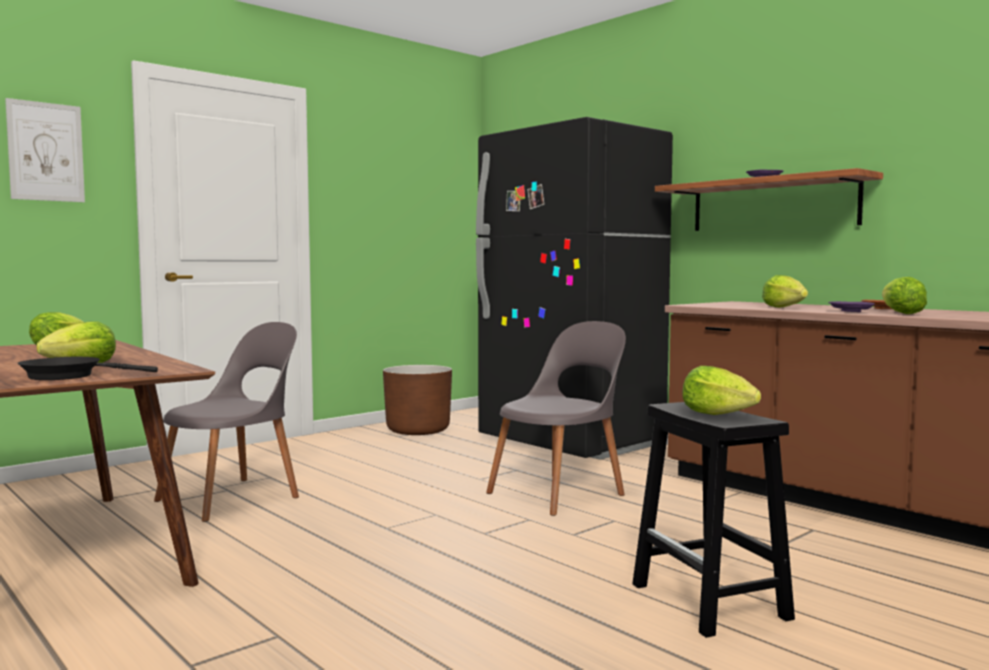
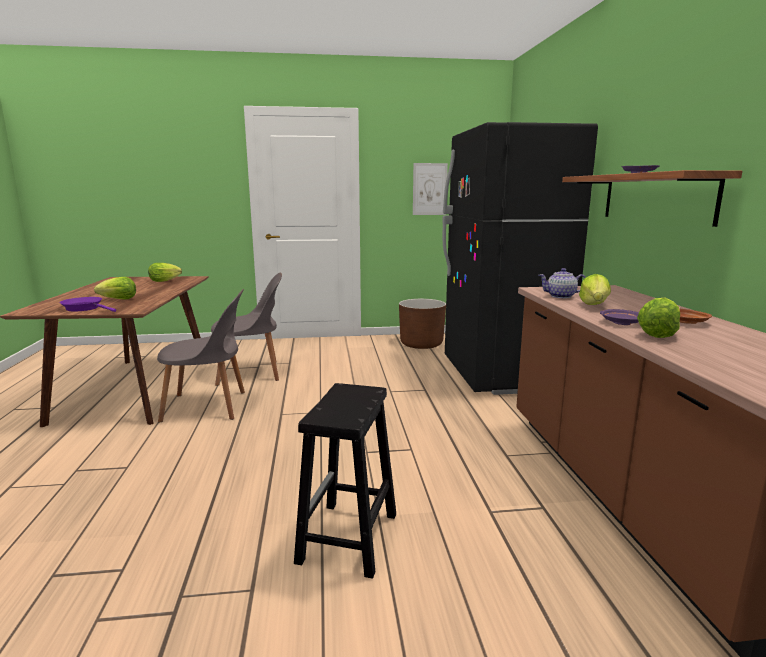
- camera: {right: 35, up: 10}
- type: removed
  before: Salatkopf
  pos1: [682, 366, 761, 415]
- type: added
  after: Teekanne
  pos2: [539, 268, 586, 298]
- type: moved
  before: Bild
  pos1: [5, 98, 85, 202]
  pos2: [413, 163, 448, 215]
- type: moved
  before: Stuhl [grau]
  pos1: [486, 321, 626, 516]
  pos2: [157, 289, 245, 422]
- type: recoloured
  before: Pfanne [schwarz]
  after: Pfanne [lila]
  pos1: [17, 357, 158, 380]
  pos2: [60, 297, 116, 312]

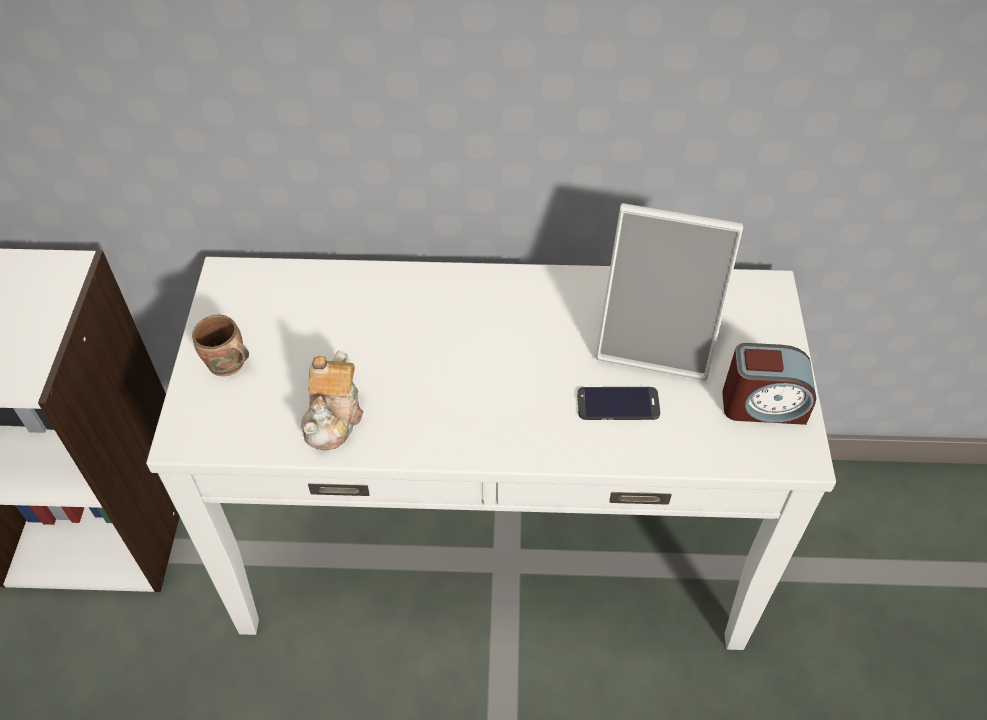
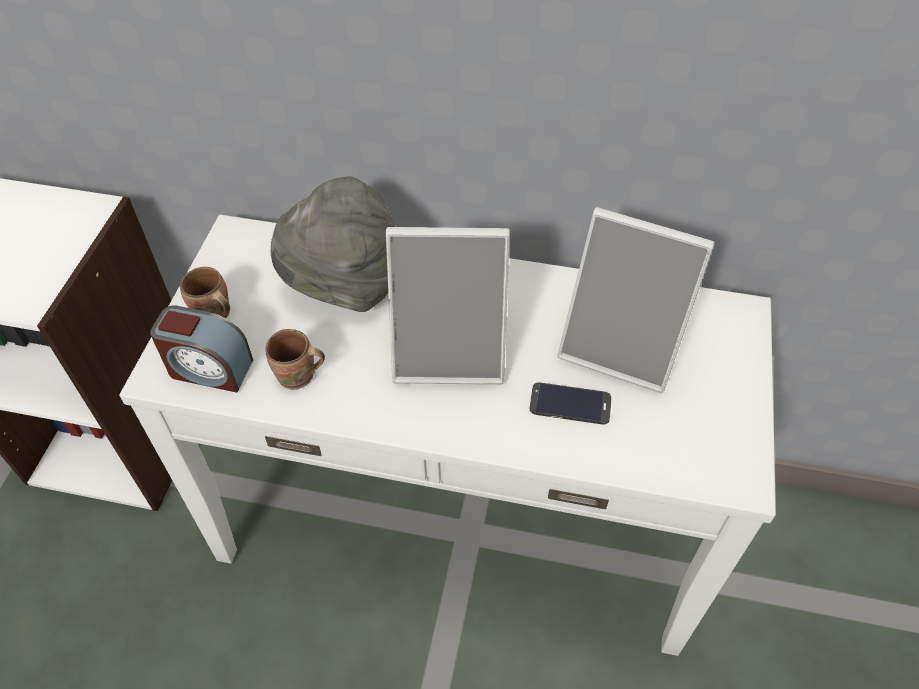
- camera: {right: 10, up: 0}
- type: added
  after: Hut [grau]
  pos2: [271, 176, 395, 312]
- type: added
  after: Bilderrahmen
  pos2: [386, 227, 510, 385]
- type: moved
  before: Wecker
  pos1: [722, 343, 816, 425]
  pos2: [150, 305, 253, 393]
- type: replaced
  before: Teekanne
  after: Henkelbecher [braun]
  pos1: [301, 351, 363, 451]
  pos2: [265, 329, 325, 390]

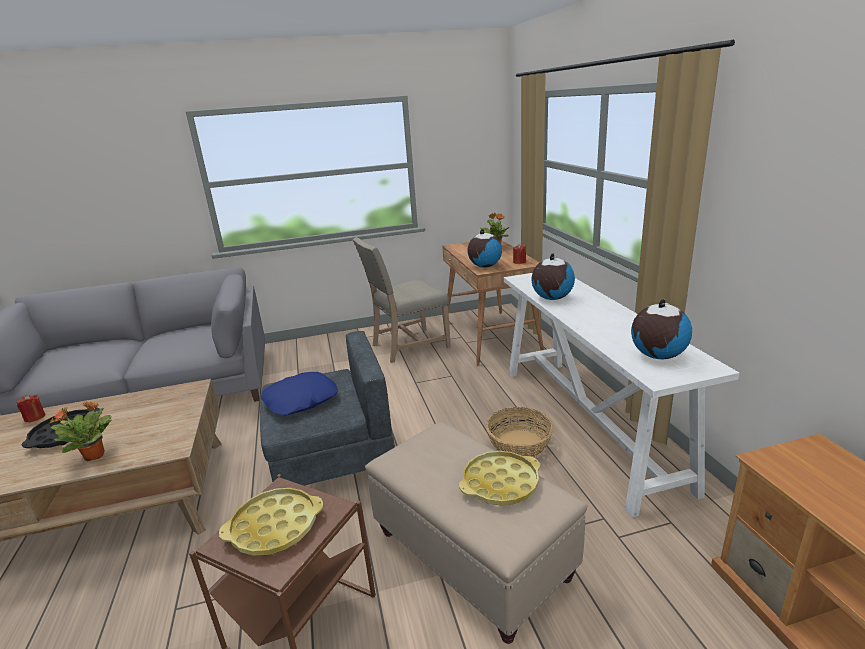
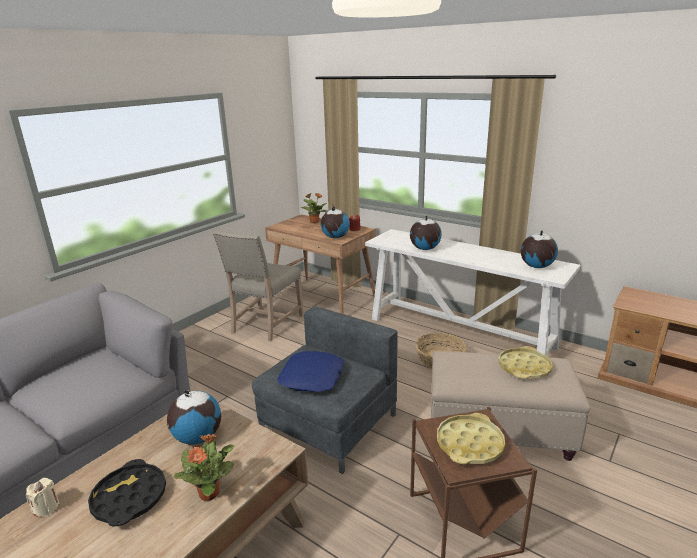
- camera: {right: -40, up: 0}
- type: added
  after: Globus
  pos2: [167, 389, 221, 445]
- type: recoloured
  before: Kerze [rot]
  after: Kerze [beige]
  pos1: [17, 394, 45, 423]
  pos2: [26, 478, 59, 517]

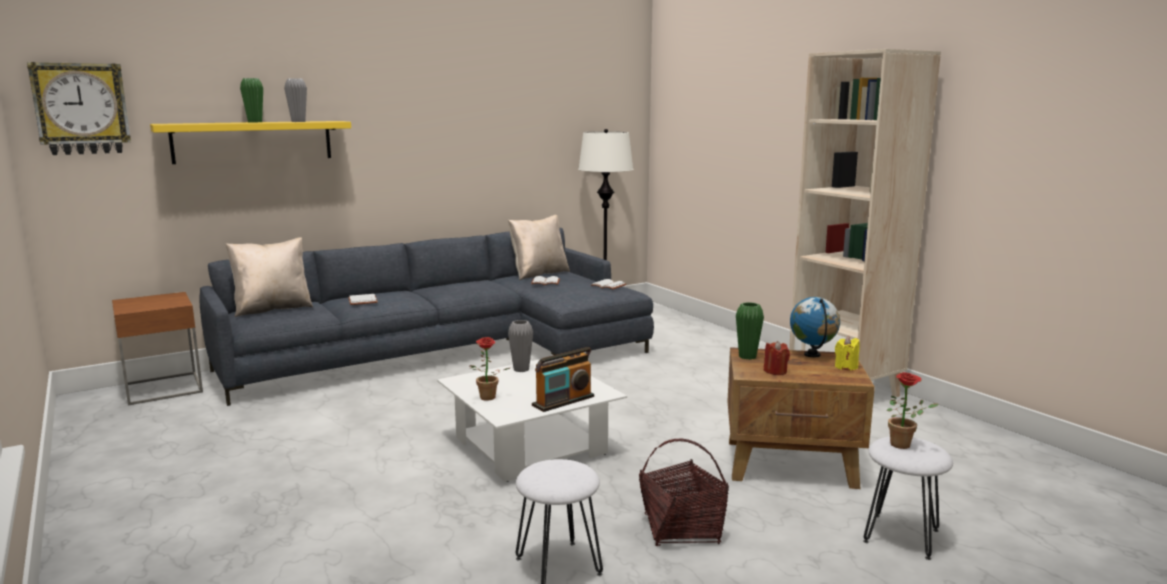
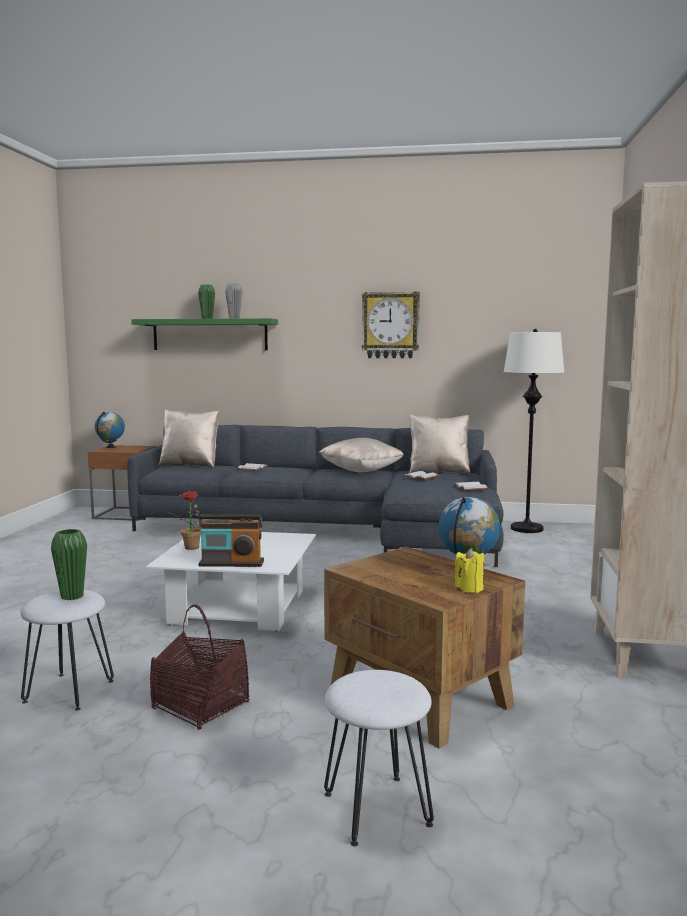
- camera: {right: 40, up: -5}
- type: removed
  before: Vase [grau]
  pos1: [508, 320, 533, 372]
- type: removed
  before: Kerze [rot]
  pos1: [764, 341, 790, 375]
- type: removed
  before: Topfpflanze
  pos1: [887, 372, 939, 449]
- type: added
  after: Globus
  pos2: [95, 411, 125, 448]
- type: added
  after: Kissen [beige]
  pos2: [319, 438, 404, 472]
- type: moved
  before: Wanduhr
  pos1: [27, 62, 131, 155]
  pos2: [362, 292, 420, 358]
- type: moved
  before: Vase [grün]
  pos1: [736, 302, 764, 360]
  pos2: [51, 529, 87, 600]
- type: recoloured
  before: Wandregal [gelb]
  after: Wandregal [grün]
  pos1: [150, 121, 351, 164]
  pos2: [131, 318, 278, 350]

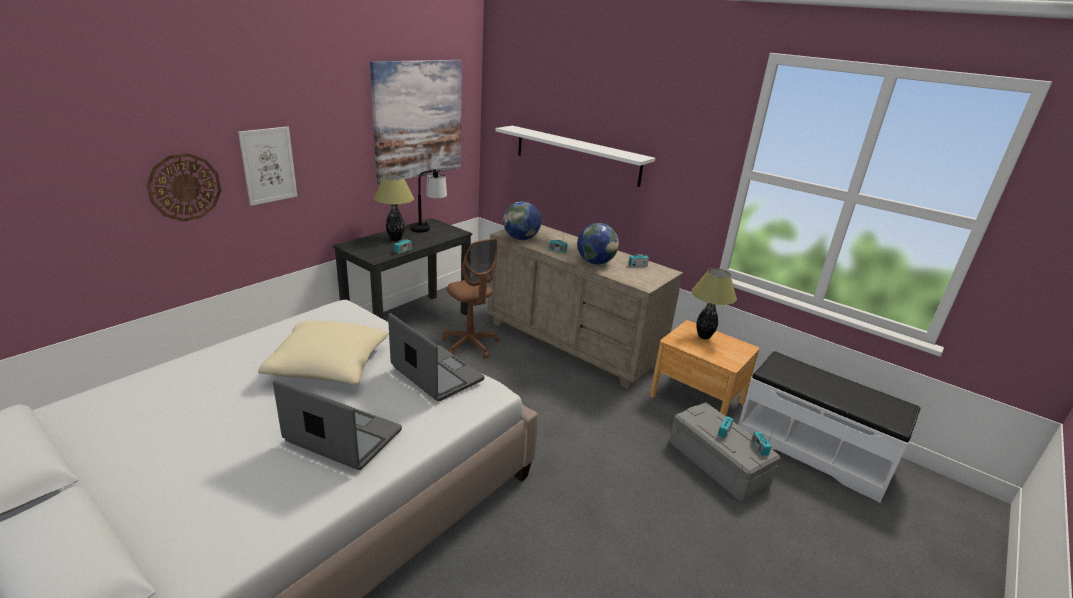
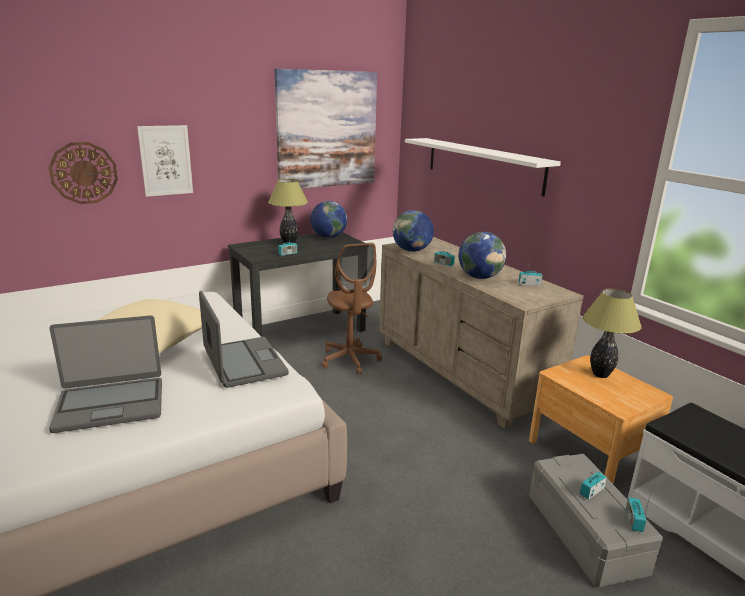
- camera: {right: 20, up: -5}
- type: replaced
  before: Tischlampe
  after: Globus
  pos1: [410, 169, 447, 233]
  pos2: [310, 201, 347, 238]
- type: turned
  before: Laptop
  pos1: [273, 379, 402, 470]
  pos2: [49, 315, 162, 433]
  turn: 120

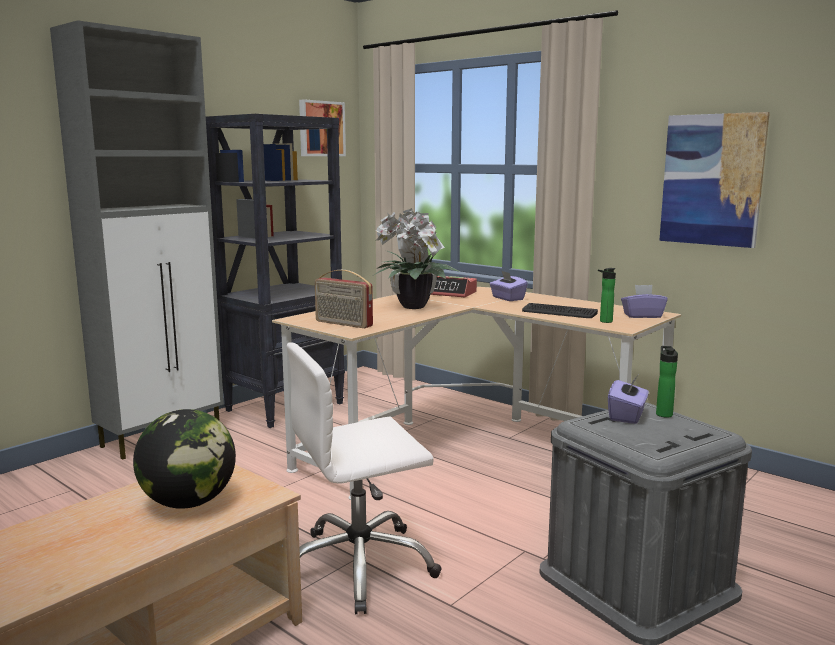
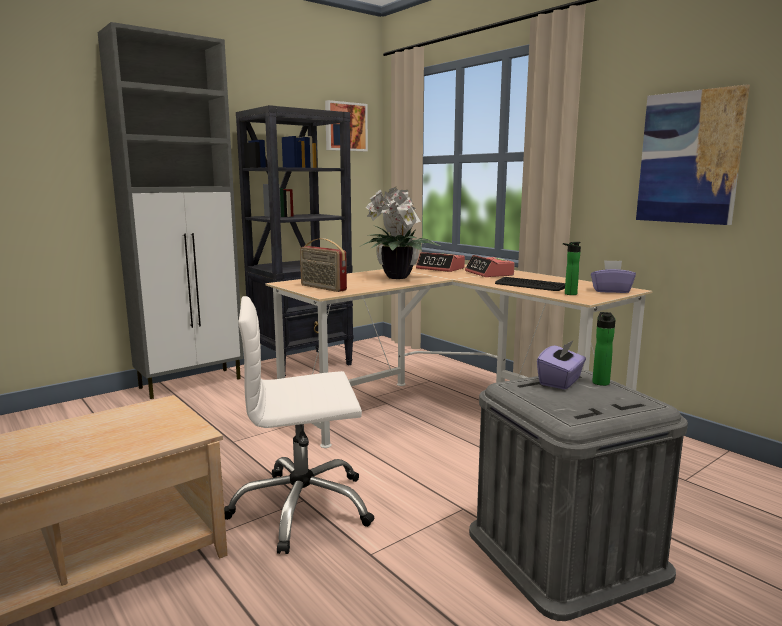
- camera: {right: 10, up: 0}
- type: removed
  before: Globus
  pos1: [133, 409, 236, 509]
- type: replaced
  before: Taschentuchbox [lila]
  after: Wecker
  pos1: [490, 270, 528, 301]
  pos2: [465, 255, 515, 277]

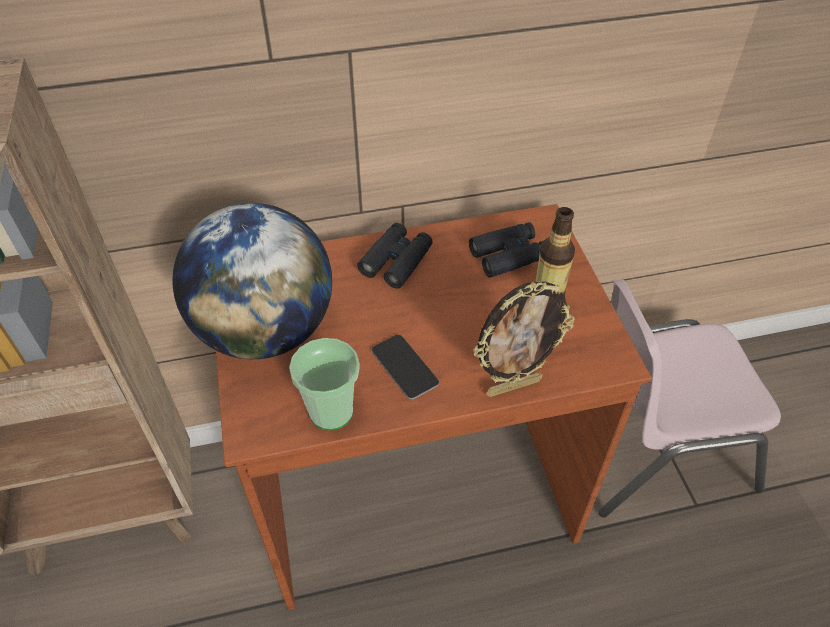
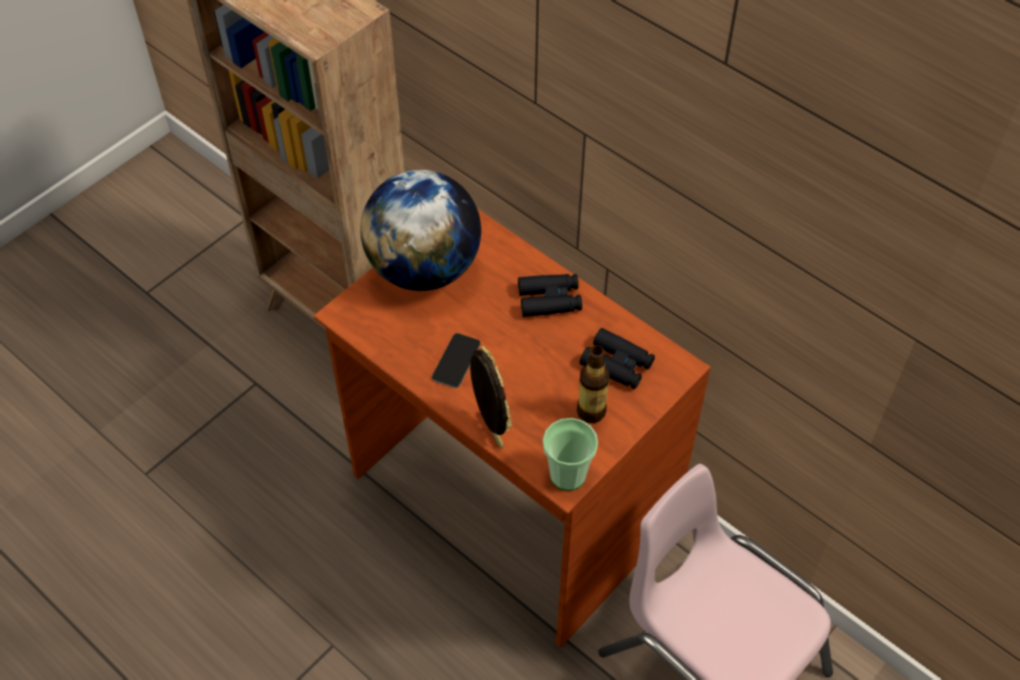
- camera: {right: 55, up: 5}
- type: moved
  before: Tasse
  pos1: [289, 338, 360, 430]
  pos2: [543, 418, 598, 491]
- type: turned
  before: Bilderrahmen
  pos1: [473, 281, 575, 397]
  pos2: [470, 346, 512, 449]
  turn: -150

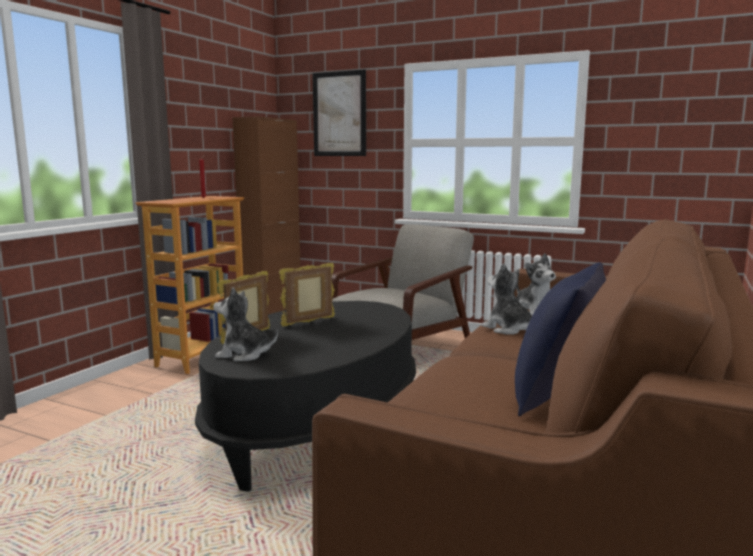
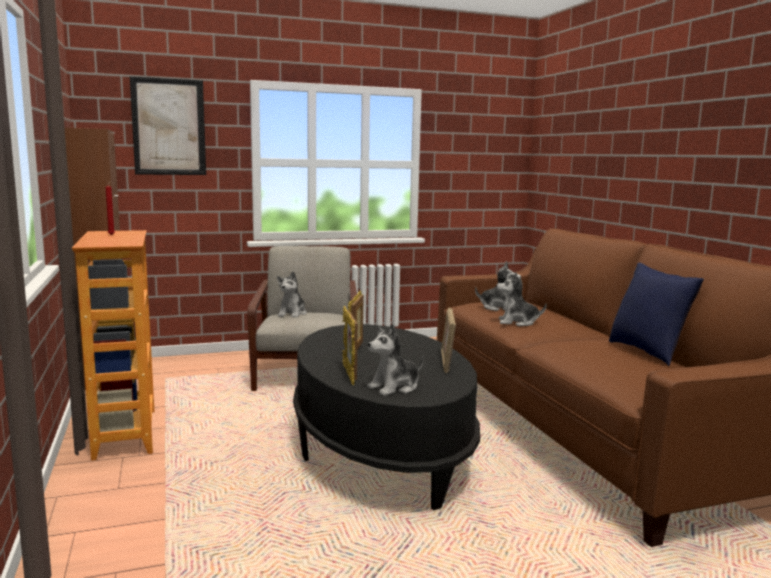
- camera: {right: -45, up: 0}
- type: added
  after: Plüschtier
  pos2: [277, 271, 307, 317]
- type: added
  after: Bilderrahmen
  pos2: [441, 307, 456, 373]

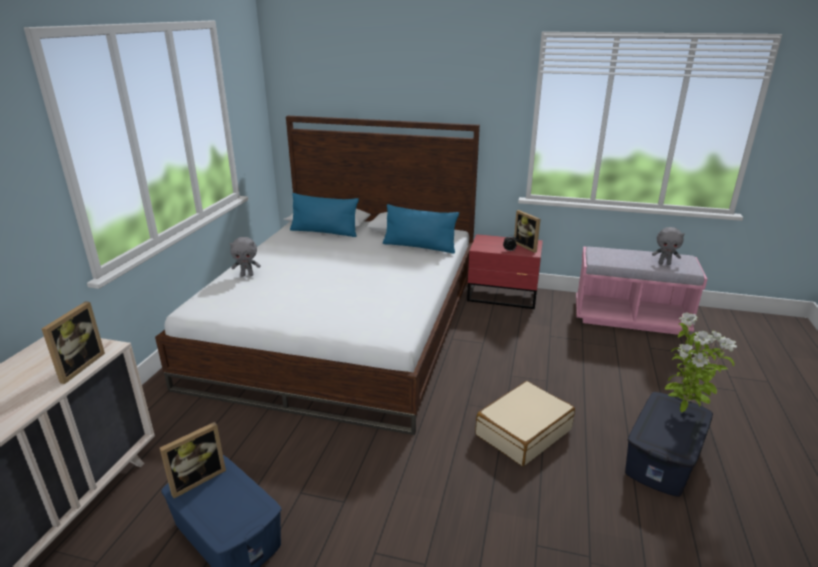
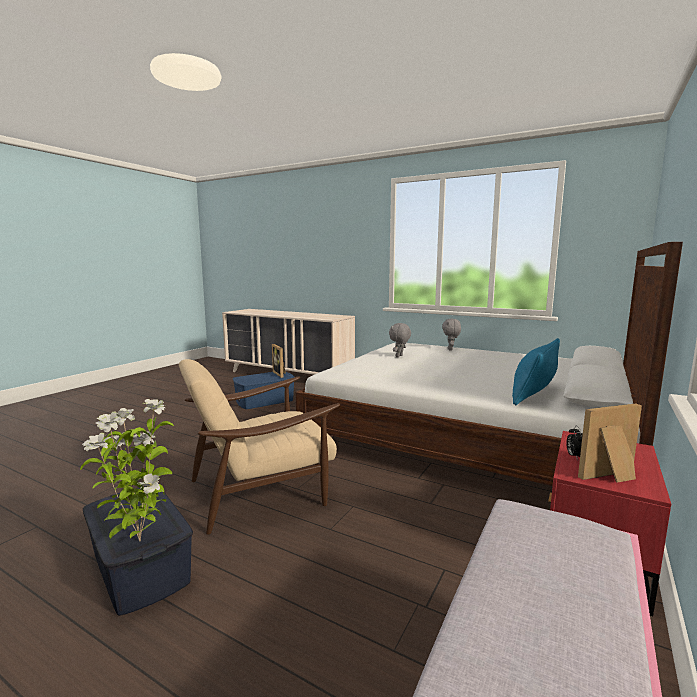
- camera: {right: 105, up: -15}
- type: removed
  before: Bilderrahmen
  pos1: [42, 301, 105, 384]
- type: removed
  before: Kissen [blau]
  pos1: [290, 193, 359, 237]
- type: moved
  before: Plüschtier [grau]
  pos1: [652, 227, 685, 265]
  pos2: [389, 323, 411, 357]
- type: replaced
  before: Koffer [beige]
  after: Sessel [beige]
  pos1: [475, 381, 575, 466]
  pos2: [179, 359, 340, 535]

